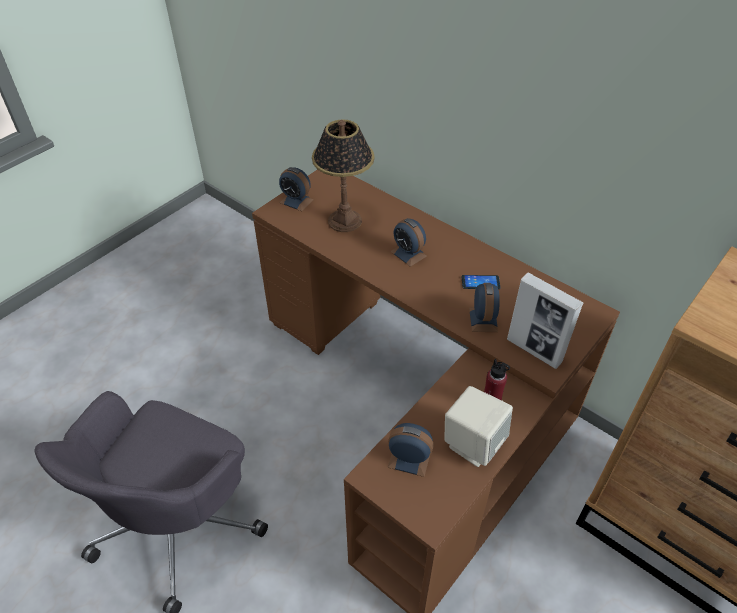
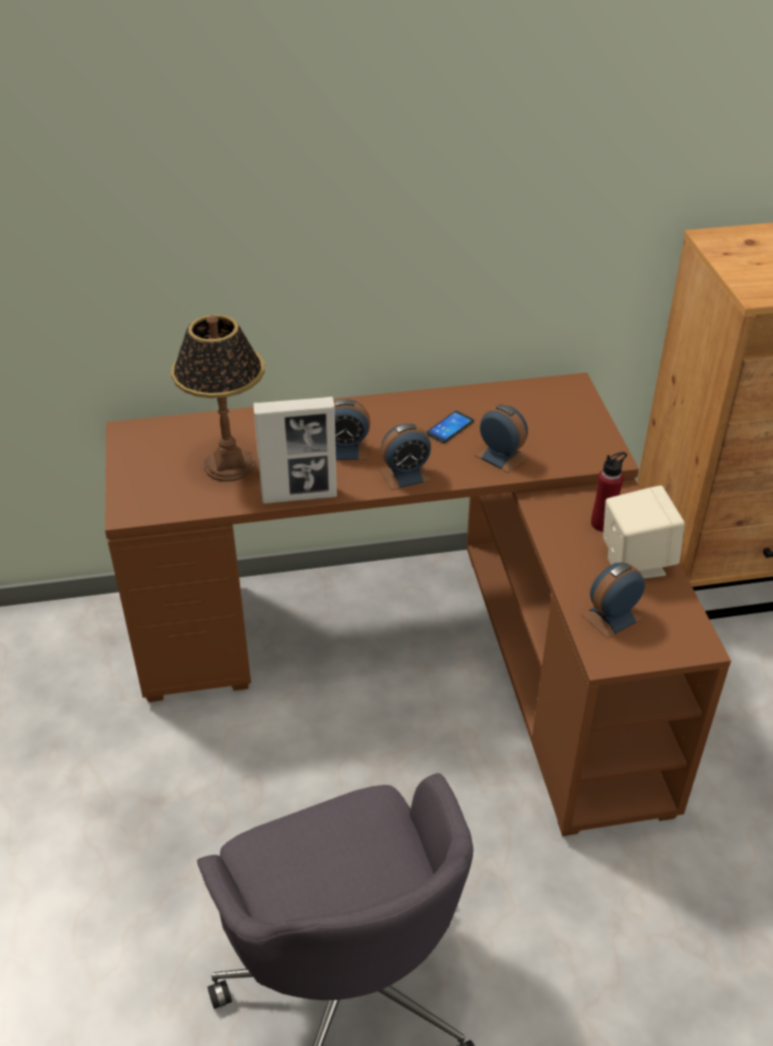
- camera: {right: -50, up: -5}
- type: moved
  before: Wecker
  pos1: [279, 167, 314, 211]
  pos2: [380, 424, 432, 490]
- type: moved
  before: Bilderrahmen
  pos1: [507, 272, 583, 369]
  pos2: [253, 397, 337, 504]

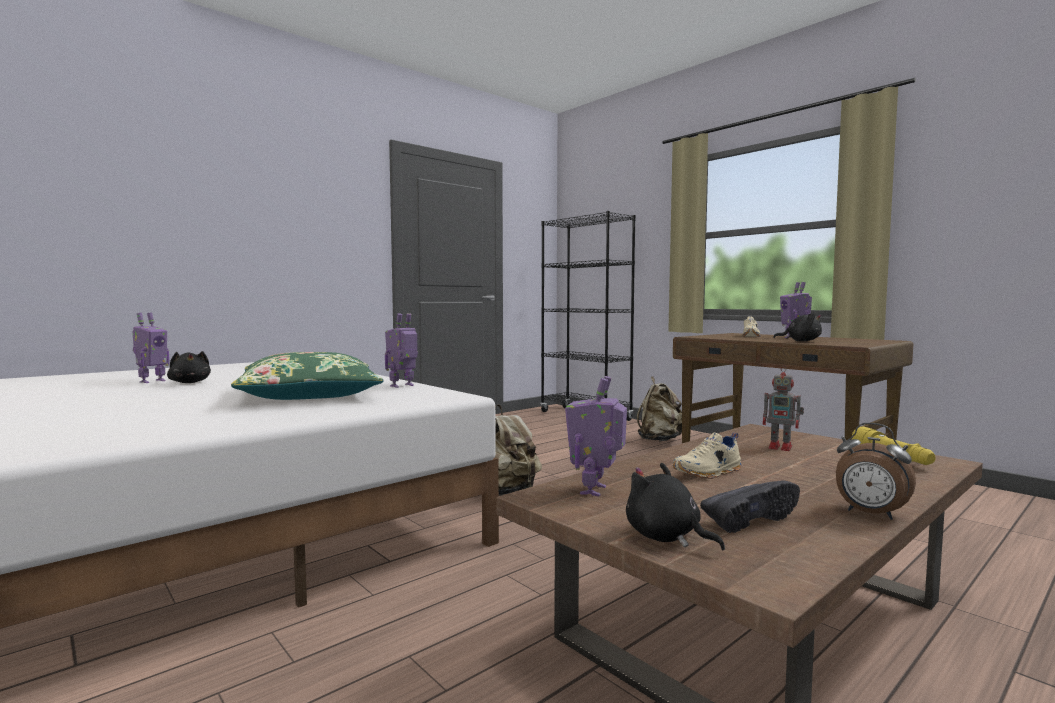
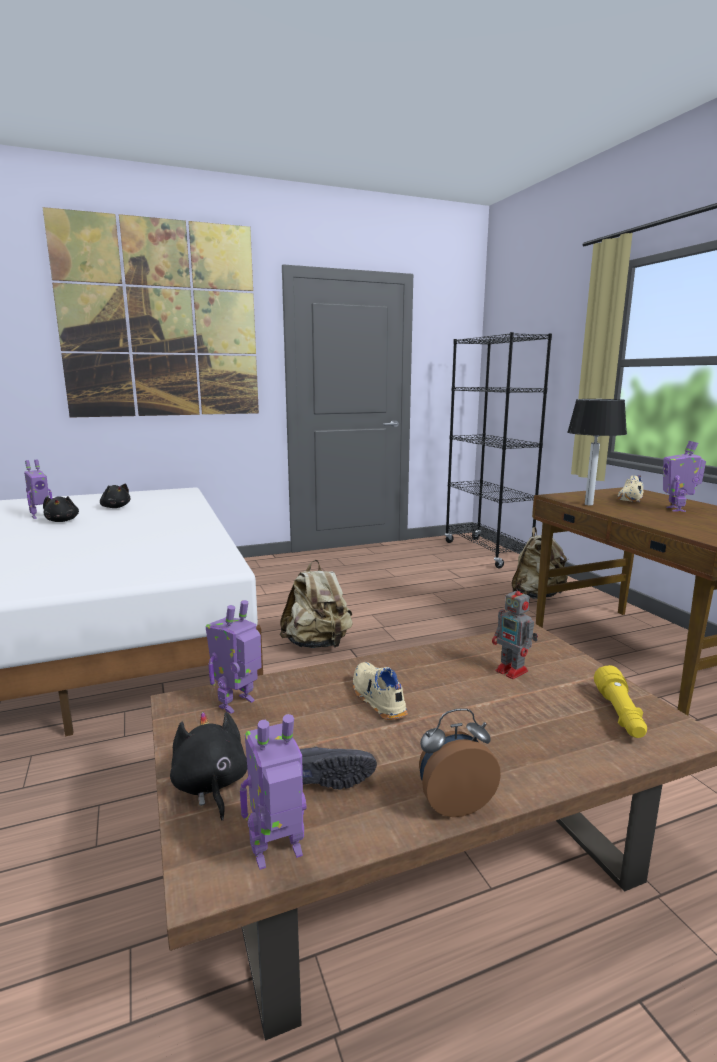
- camera: {right: 20, up: 10}
- type: removed
  before: Kissen [grün]
  pos1: [231, 352, 383, 400]
- type: added
  after: Bild
  pos2: [42, 207, 259, 418]
- type: added
  after: Tischlampe
  pos2: [567, 399, 627, 506]
- type: moved
  before: Spielzeugroboter
  pos1: [385, 313, 418, 388]
  pos2: [240, 714, 307, 870]
- type: moved
  before: Plüschtier [schwarz]
  pos1: [773, 313, 822, 341]
  pos2: [100, 484, 130, 508]
- type: turned
  before: Schuh [beige]
  pos1: [673, 433, 741, 479]
  pos2: [353, 662, 408, 720]
  turn: 75
- type: turned
  before: Wecker
  pos1: [836, 423, 916, 520]
  pos2: [419, 708, 501, 817]
  turn: 105

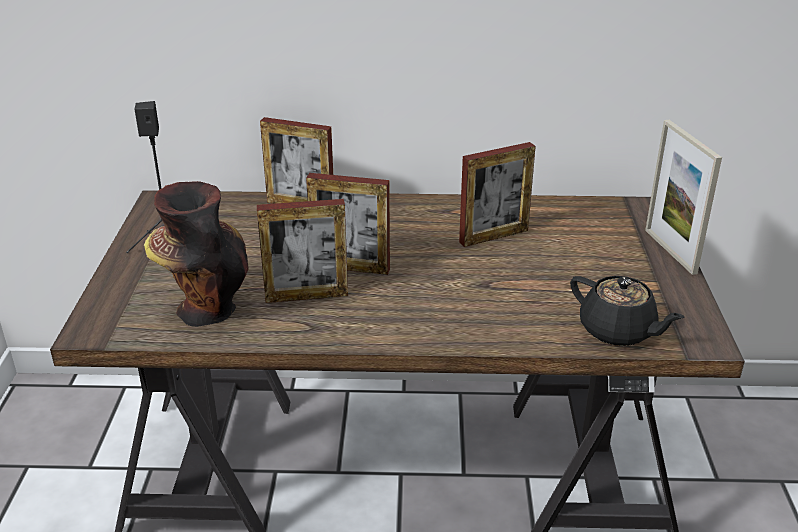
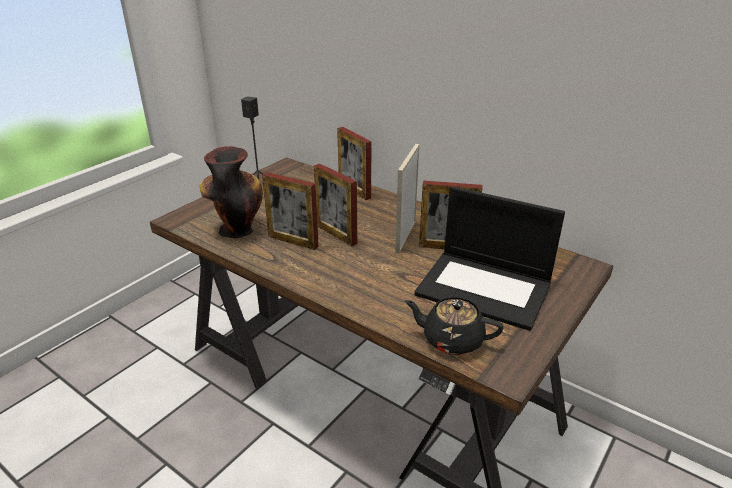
- camera: {right: 35, up: 0}
- type: added
  after: Laptop
  pos2: [414, 186, 565, 331]
- type: moved
  before: Bilderrahmen
  pos1: [645, 120, 722, 275]
  pos2: [395, 144, 420, 254]
- type: turned
  before: Teekanne [schwarz]
  pos1: [570, 276, 685, 346]
  pos2: [405, 297, 504, 355]
  turn: 120

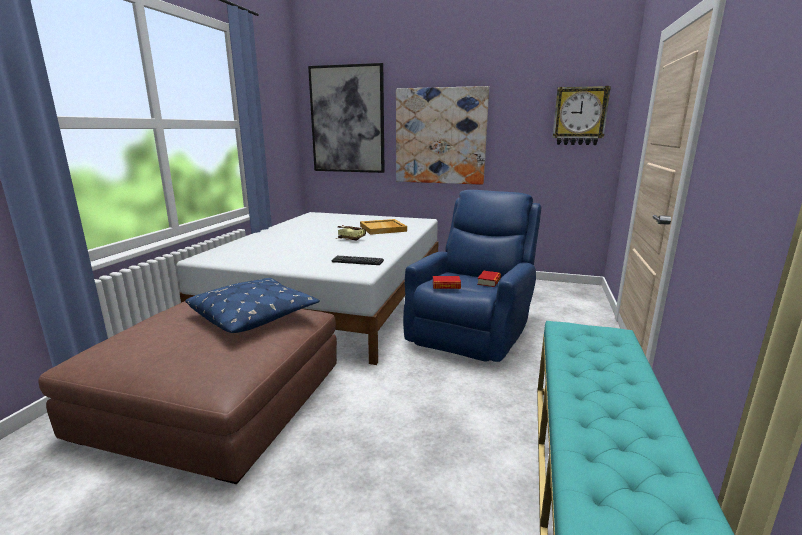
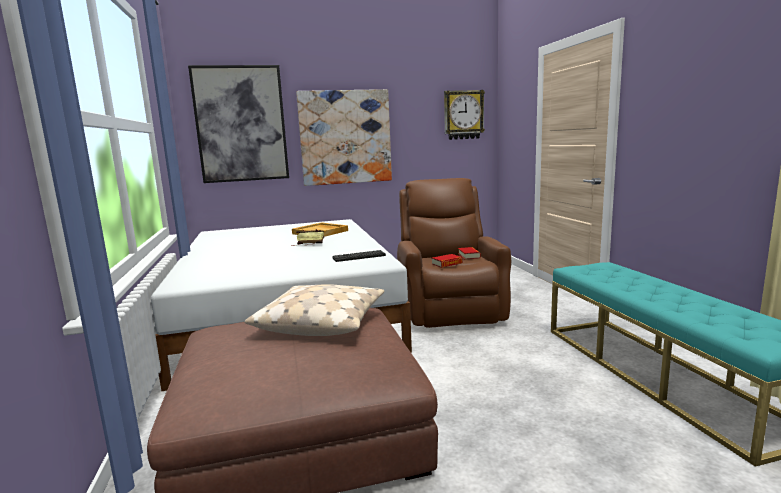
- camera: {right: -30, up: -5}
- type: recoloured
  before: Kissen [blau]
  after: Kissen [beige]
  pos1: [185, 278, 320, 333]
  pos2: [244, 284, 385, 336]
- type: recoloured
  before: Sessel [blau]
  after: Sessel [braun]
  pos1: [403, 190, 541, 362]
  pos2: [397, 178, 511, 328]

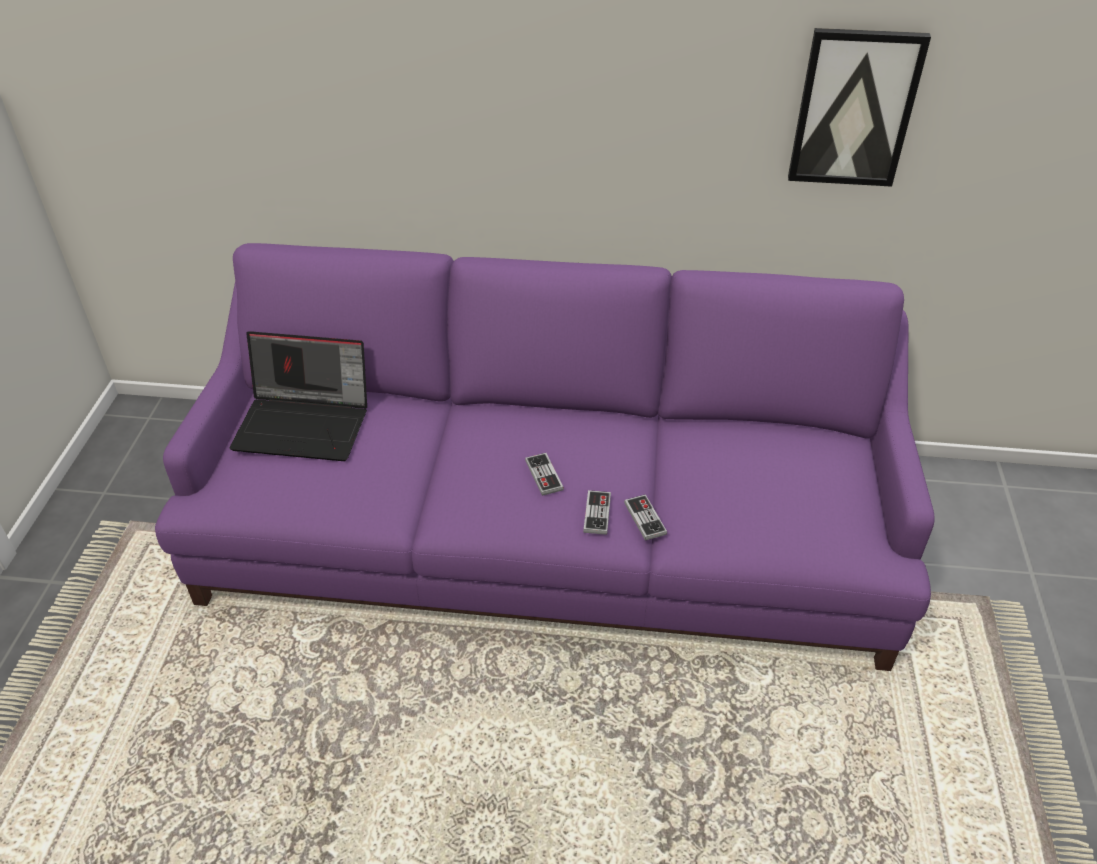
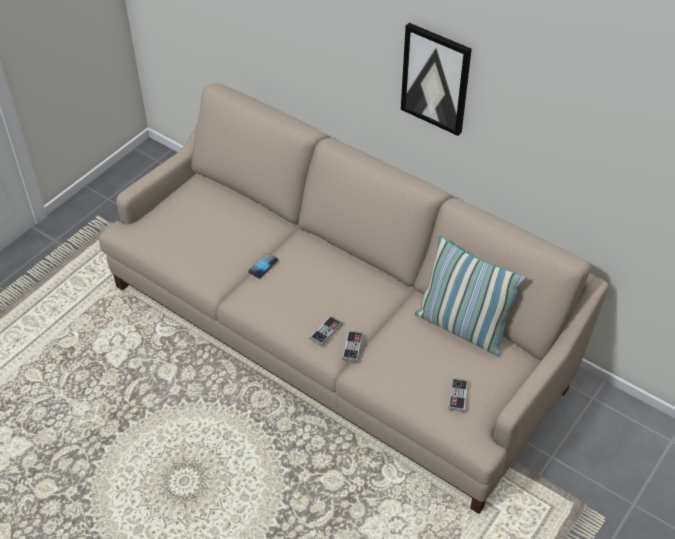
- camera: {right: 30, up: 5}
- type: removed
  before: Laptop
  pos1: [230, 331, 367, 461]
- type: added
  after: Handy
  pos2: [248, 253, 278, 279]
- type: added
  after: Kissen
  pos2: [415, 235, 526, 356]
- type: moved
  before: Gamepad
  pos1: [525, 453, 564, 496]
  pos2: [448, 378, 468, 412]
- type: moved
  before: Bild
  pos1: [788, 28, 931, 187]
  pos2: [401, 23, 472, 136]
- type: recoloured
  before: Sofa [lila]
  after: Sofa [beige]
  pos1: [155, 243, 935, 671]
  pos2: [99, 83, 608, 514]

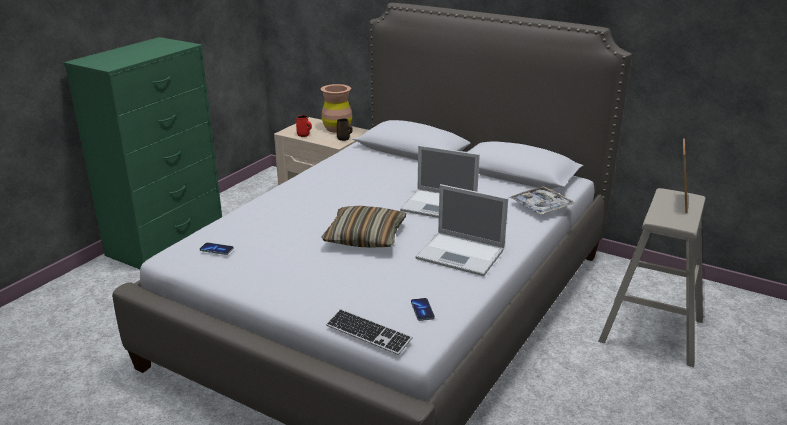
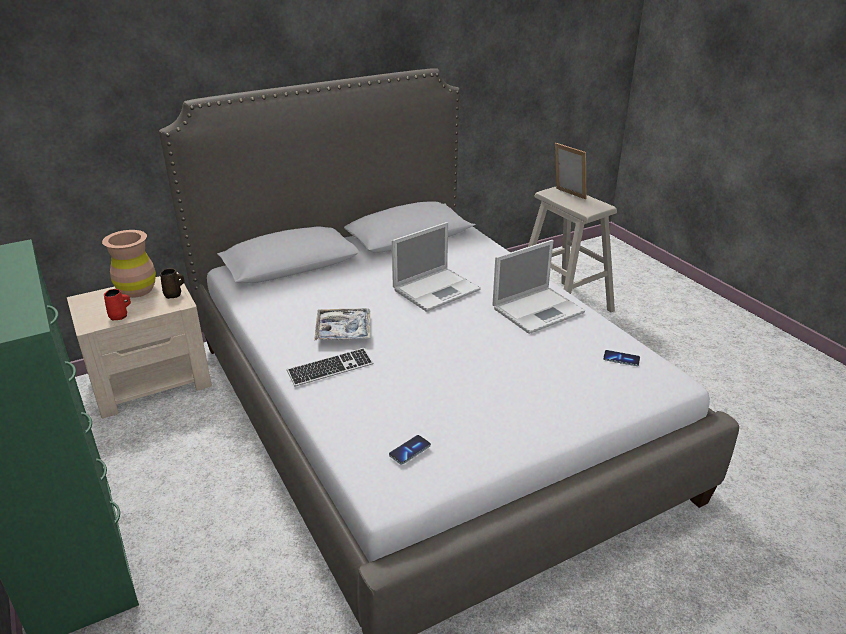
- camera: {right: -60, up: 5}
- type: removed
  before: Kissen
  pos1: [322, 206, 406, 247]
- type: moved
  before: Tastatur
  pos1: [326, 309, 412, 355]
  pos2: [287, 348, 373, 387]
- type: moved
  before: Tablett
  pos1: [509, 186, 574, 215]
  pos2: [314, 308, 370, 340]

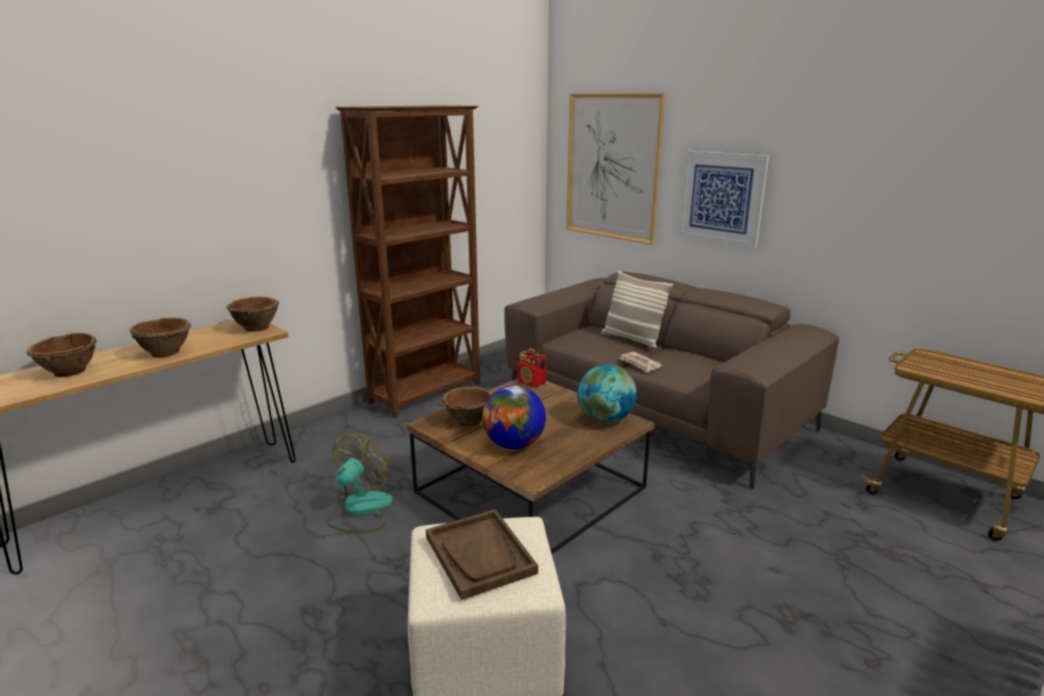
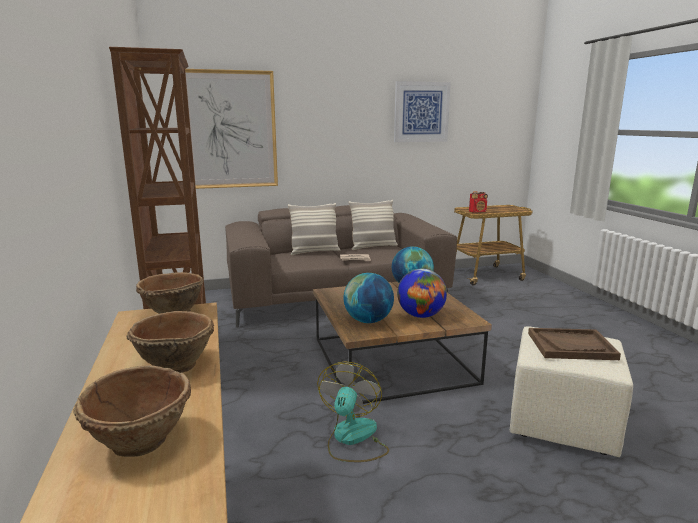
- camera: {right: -60, up: -5}
- type: added
  after: Kissen
  pos2: [349, 200, 398, 250]
- type: moved
  before: Radio
  pos1: [517, 348, 546, 387]
  pos2: [469, 191, 488, 213]
- type: moved
  before: Bild
  pos1: [678, 151, 769, 248]
  pos2: [394, 81, 451, 142]
- type: replaced
  before: Schüssel [braun]
  after: Globus
  pos1: [443, 387, 492, 426]
  pos2: [343, 273, 394, 323]
- type: turned
  before: Ventilator
  pos1: [327, 433, 393, 533]
  pos2: [317, 362, 389, 462]
  turn: 45

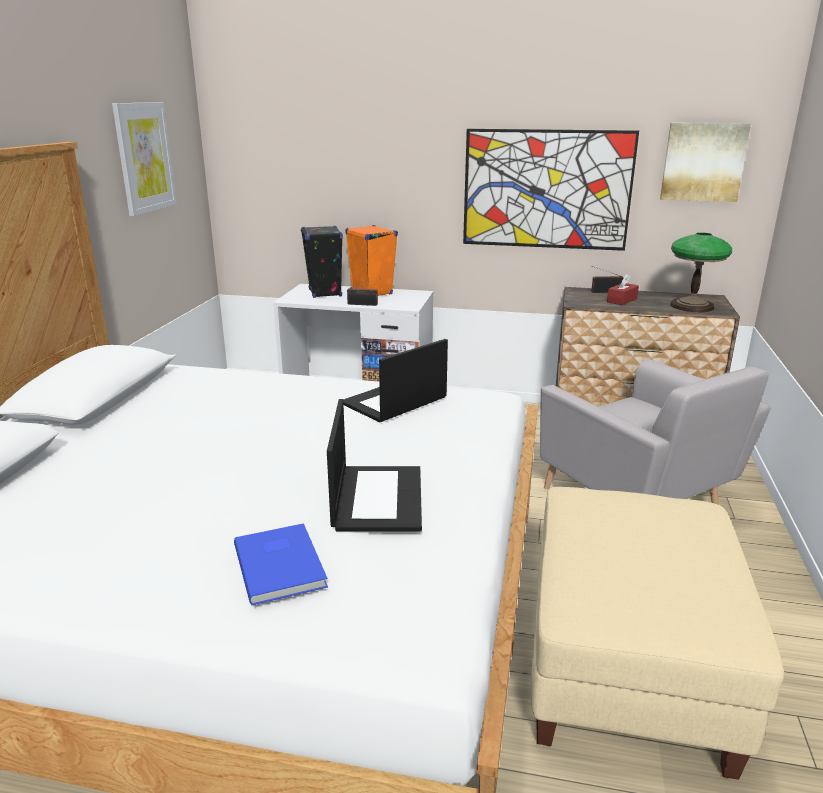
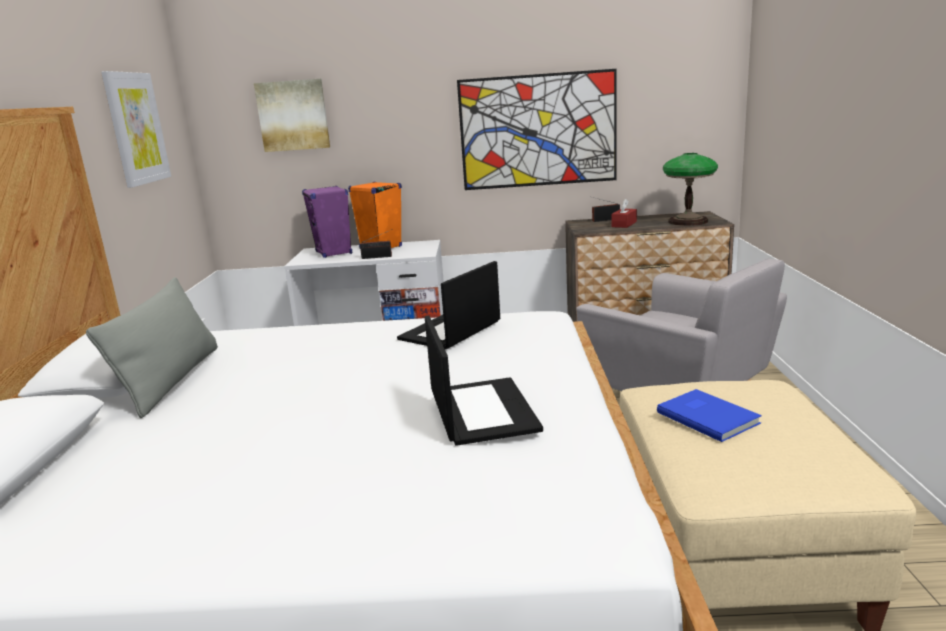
- camera: {right: -10, up: -5}
- type: added
  after: Kissen [grau]
  pos2: [86, 277, 218, 418]
- type: moved
  before: Buch [blau]
  pos1: [234, 523, 328, 606]
  pos2: [657, 389, 762, 442]
- type: moved
  before: Bild
  pos1: [660, 123, 751, 202]
  pos2: [254, 79, 330, 152]
- type: recoloured
  before: Lautsprecher [schwarz]
  after: Lautsprecher [lila]
  pos1: [301, 226, 343, 298]
  pos2: [302, 186, 352, 258]

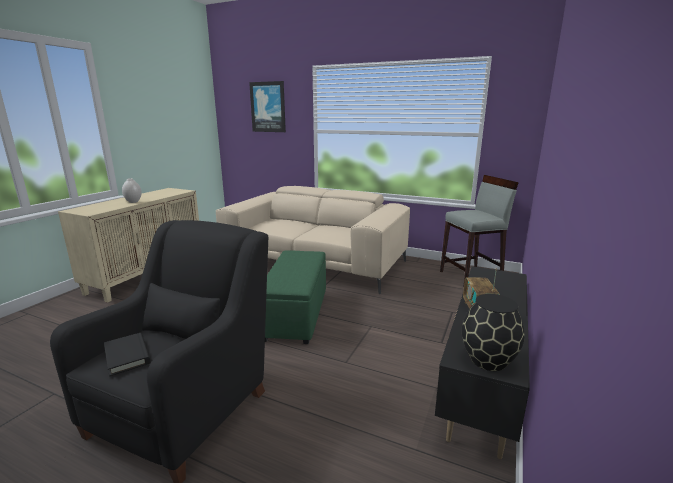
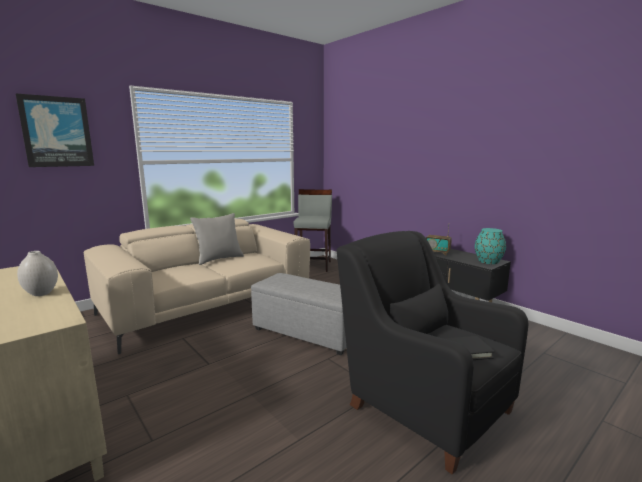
- camera: {right: -65, up: -5}
- type: added
  after: Kissen [grau]
  pos2: [190, 213, 244, 265]
- type: recoloured
  before: Polsterhocker [grün]
  after: Polsterhocker [grau]
  pos1: [265, 250, 326, 344]
  pos2: [251, 273, 347, 355]
- type: recoloured
  before: Vase [schwarz]
  after: Vase [türkis]
  pos1: [462, 294, 525, 371]
  pos2: [475, 228, 506, 264]

